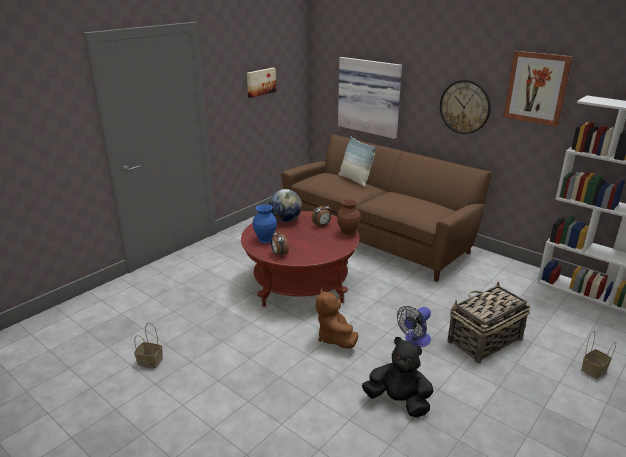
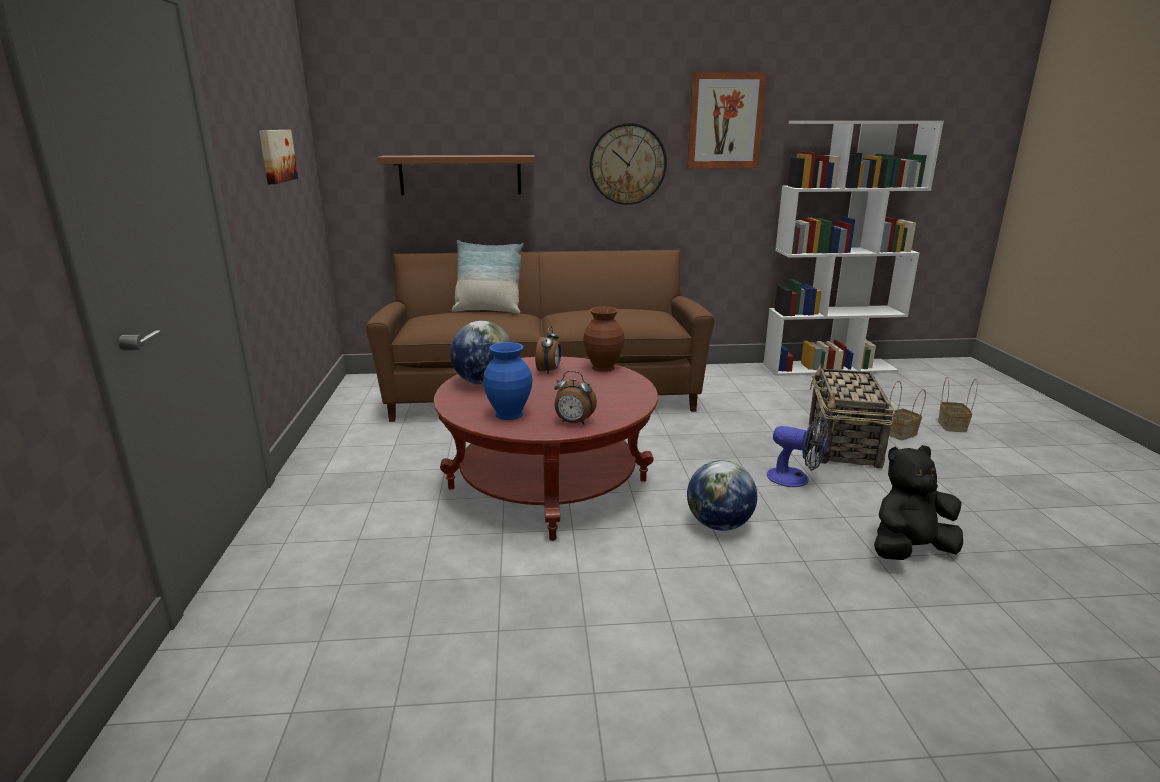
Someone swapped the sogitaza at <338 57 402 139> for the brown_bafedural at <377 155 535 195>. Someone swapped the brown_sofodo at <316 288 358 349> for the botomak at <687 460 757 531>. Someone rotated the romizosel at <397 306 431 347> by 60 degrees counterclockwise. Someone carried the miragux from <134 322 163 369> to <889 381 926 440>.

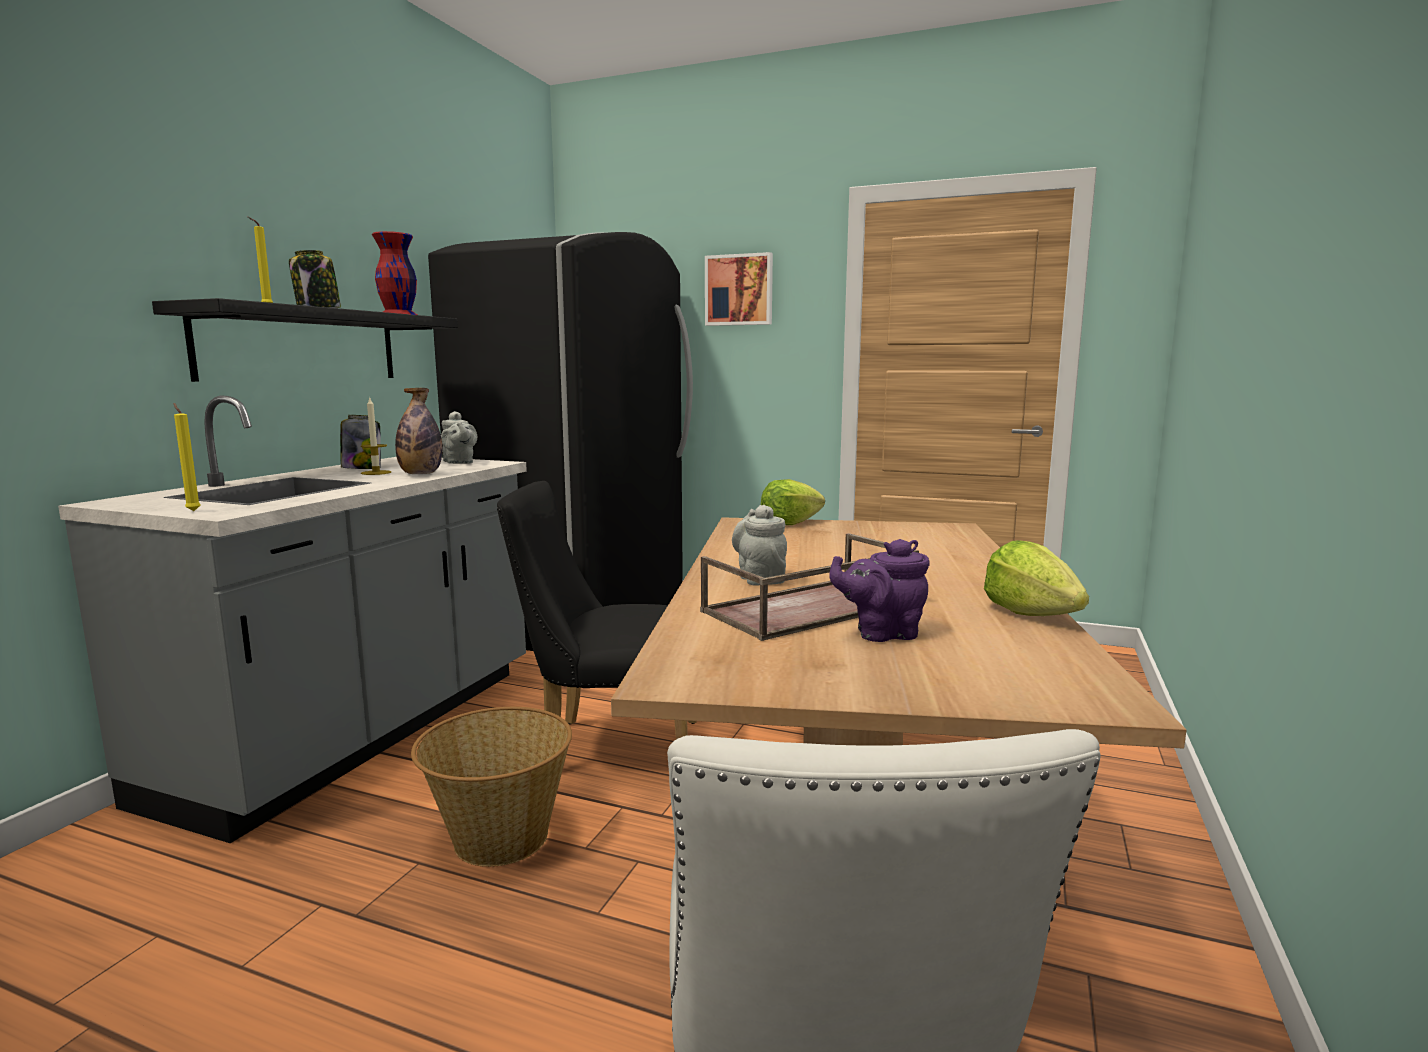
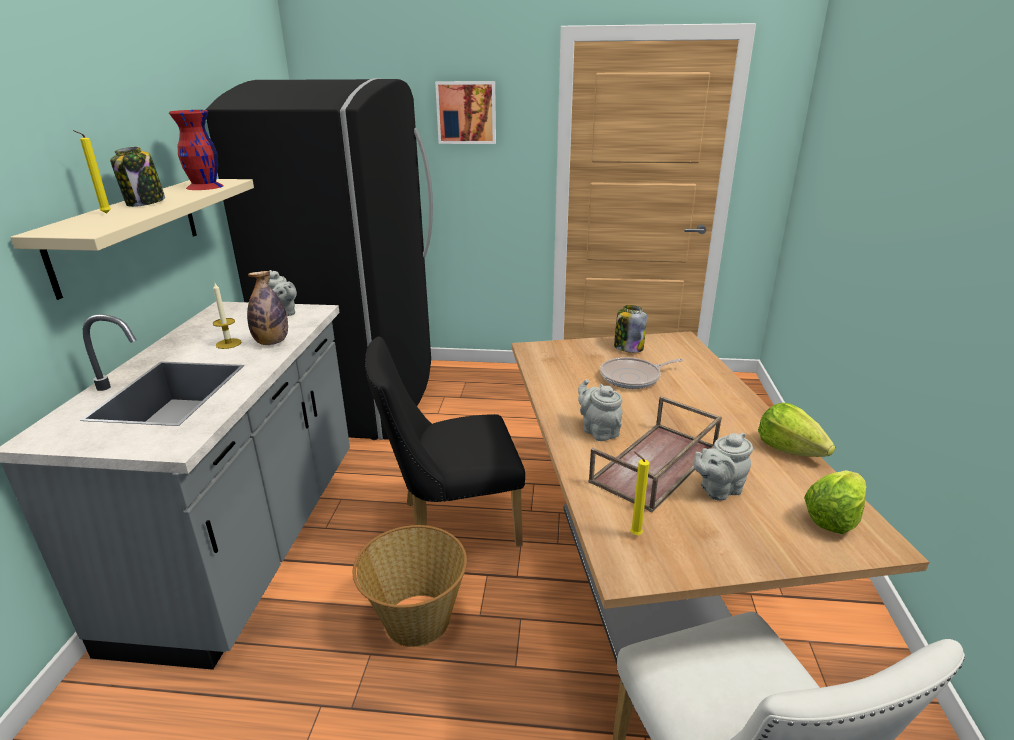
Someone repainted the black_bafedural at <152 298 458 382>, which became the beige_bafedural at <10 179 254 300>. Someone carried the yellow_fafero from <173 403 201 511> to <630 451 649 535>. Someone carried the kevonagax from <340 415 381 469> to <614 305 647 353>. Someone carried the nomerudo from <761 479 825 525> to <804 470 866 534>. Someone repainted the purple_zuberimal at <829 539 930 642>, which became the grey_zuberimal at <693 433 753 501>. Someone put down the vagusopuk at <600 357 683 389>.

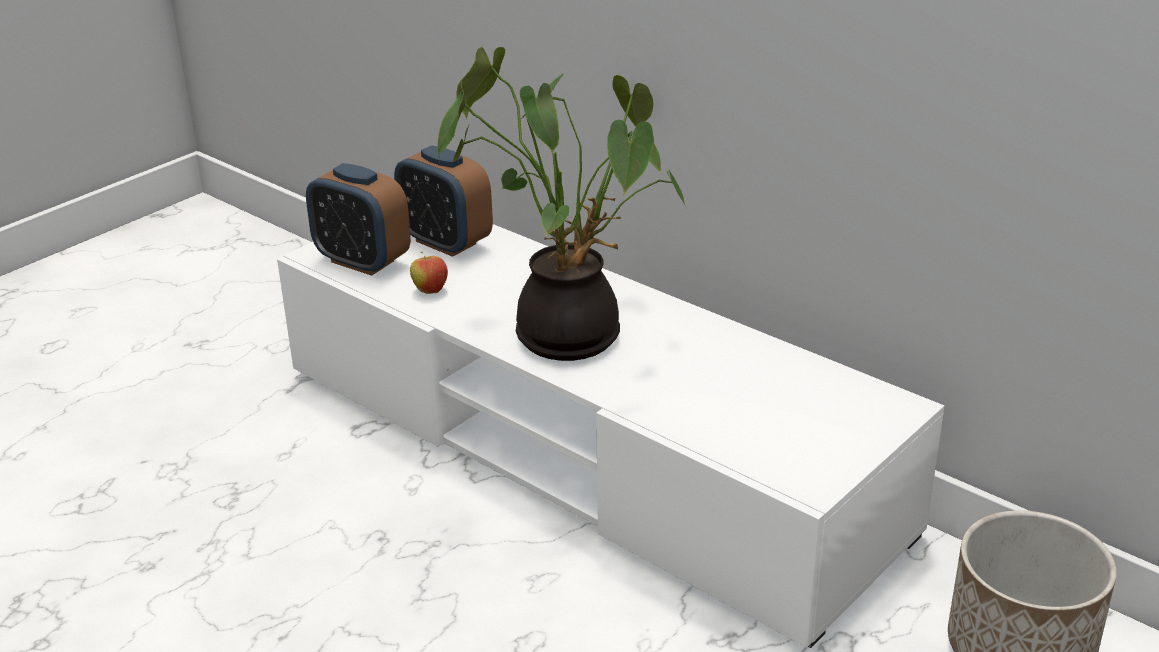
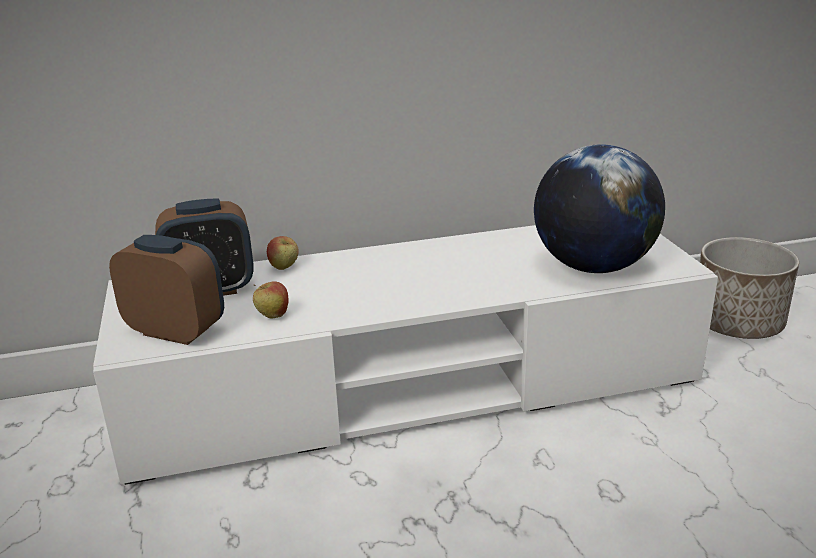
Someone took away the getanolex at <438 47 686 361>. Someone rotated the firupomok at <306 163 411 276> by 135 degrees counterclockwise. Someone put down the botomak at <534 144 665 273>. Someone put down the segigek at <267 236 299 270>.

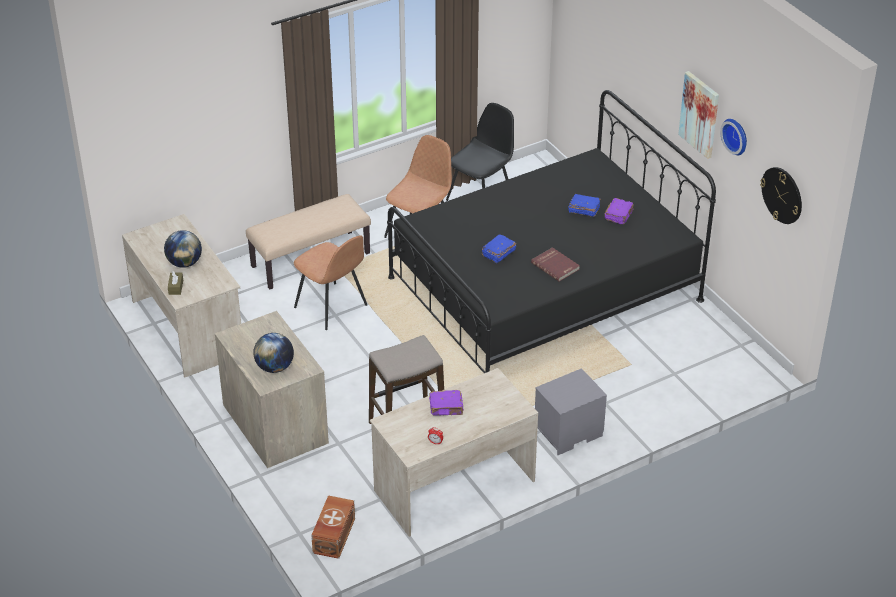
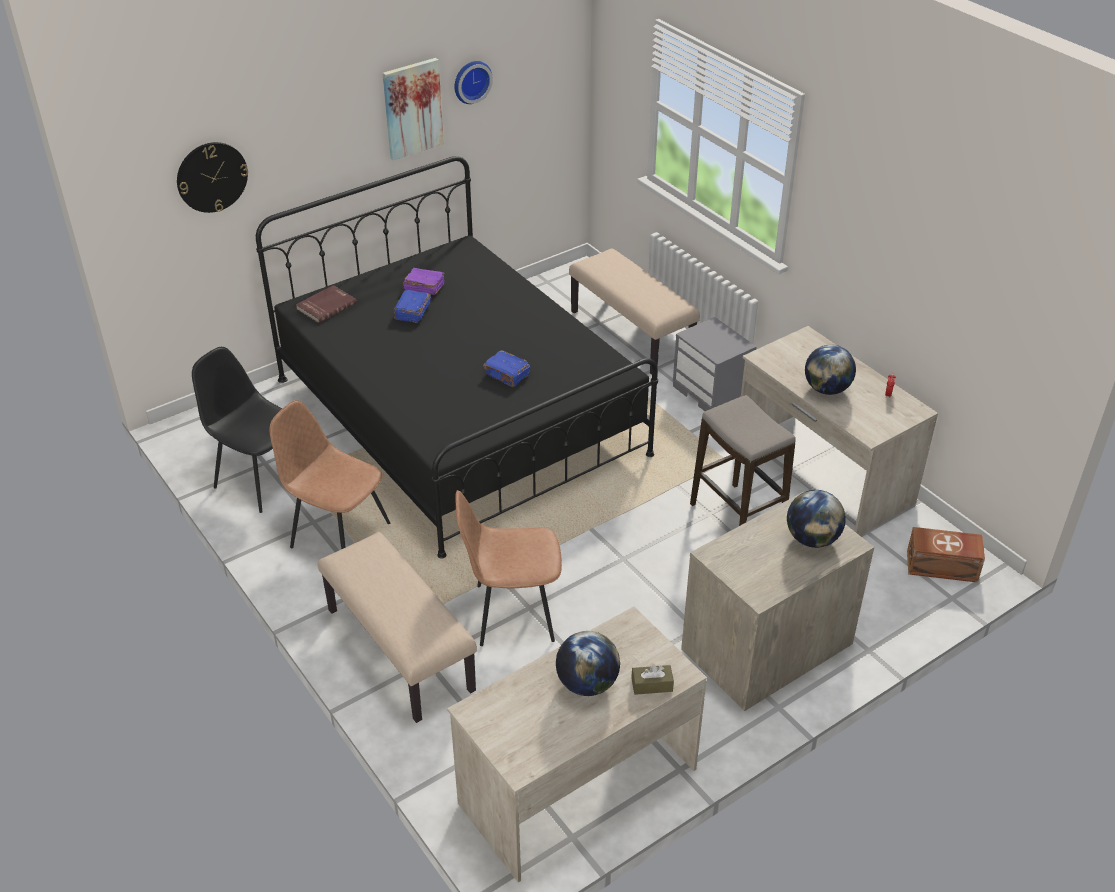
Someone carried the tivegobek from <760 167 802 224> to <177 142 248 213>. Someone rotated the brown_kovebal at <294 235 367 330> by 135 degrees counterclockwise. Someone carried the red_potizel from <531 247 580 281> to <296 285 357 323>. Someone swapped the purple_potizel at <429 390 464 416> for the botomak at <805 345 856 395>. Someone put down the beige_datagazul at <569 248 700 375>.

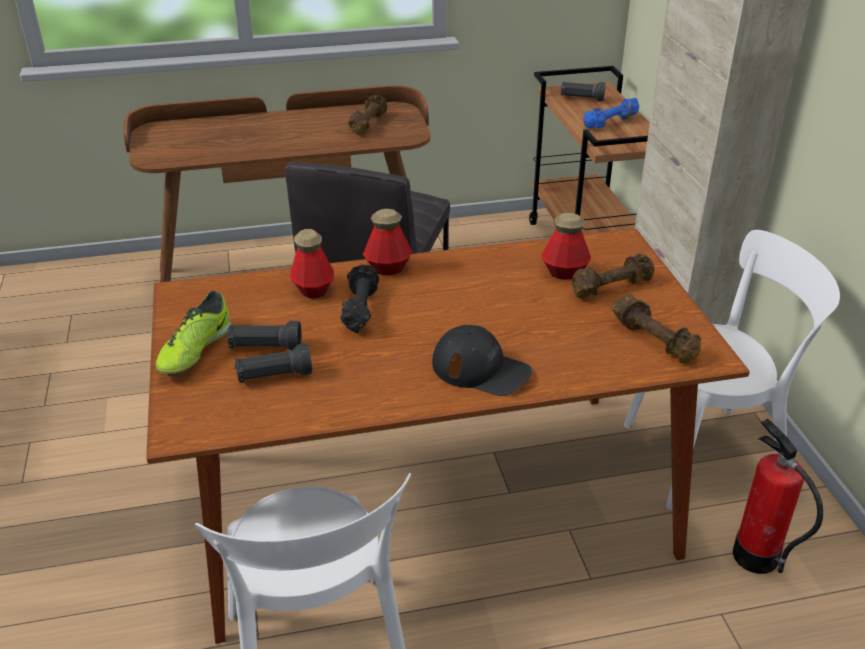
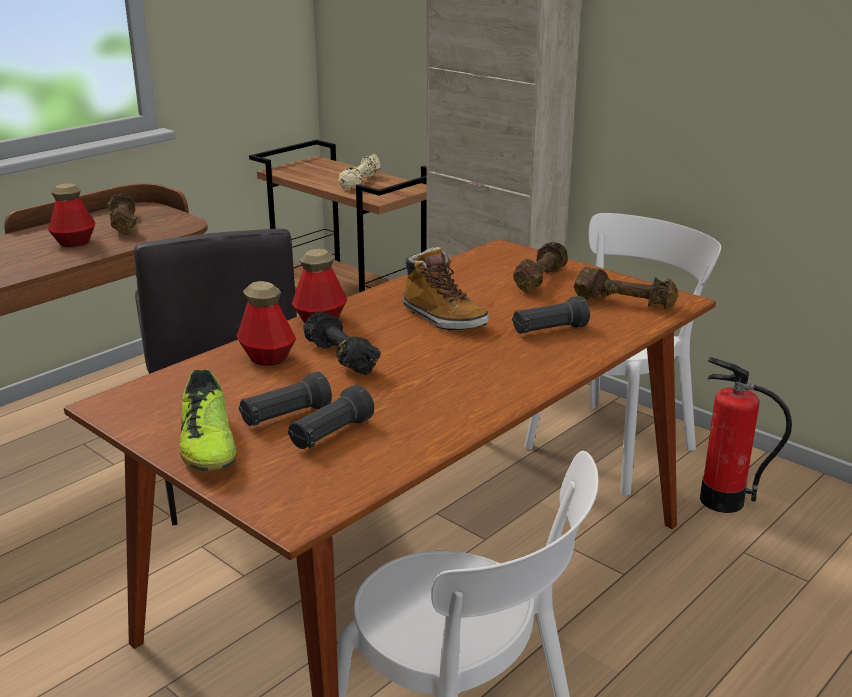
Someone carried the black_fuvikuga from <561 82 606 101> to <512 296 590 334>. Someone repainted the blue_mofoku at <583 98 640 128>, which became the beige_mofoku at <338 154 380 189>. Someone carried the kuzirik from <541 213 591 280> to <48 183 95 247>. Someone took away the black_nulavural at <432 325 532 396>. Someone put down the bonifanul at <403 247 489 331>.

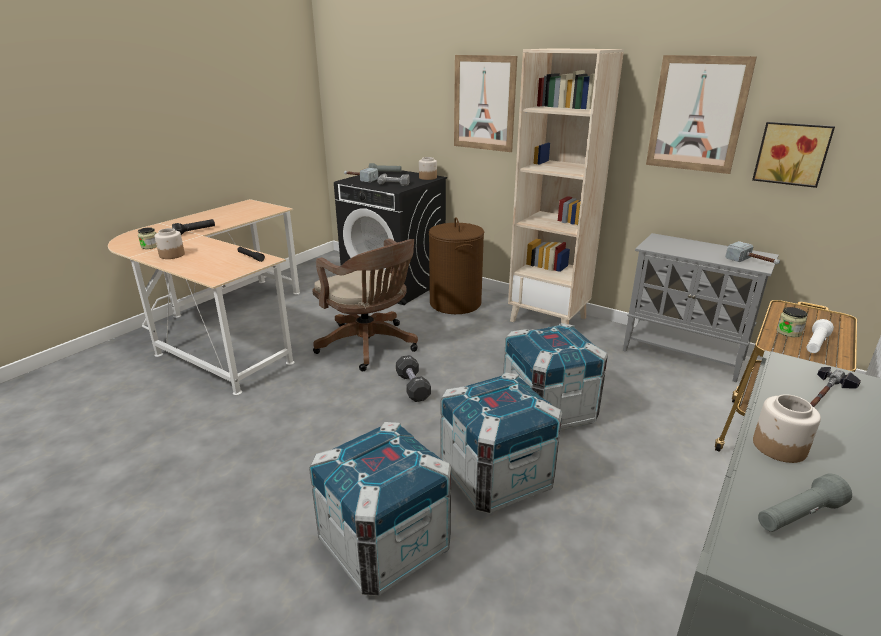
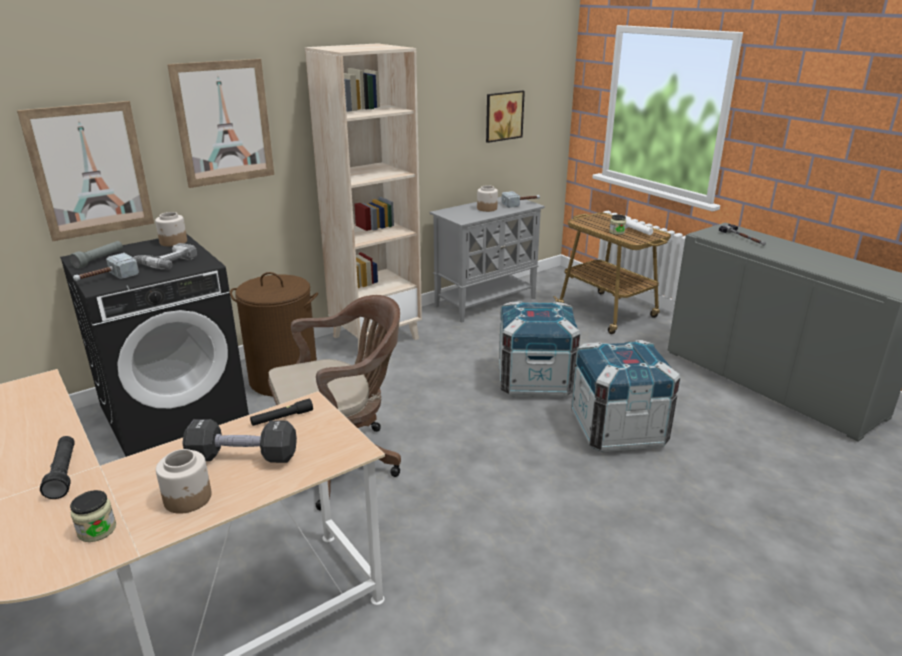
Someone carried the sogitaza from <646 55 757 174> to <17 101 154 241>. Someone carried the black_mofoku from <396 355 431 402> to <182 419 297 463>. Someone carried the kevonagax from <753 394 821 463> to <477 185 498 212>. Someone took away the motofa at <309 422 451 596>. Someone took away the grey_fuvikuga at <758 474 852 532>.

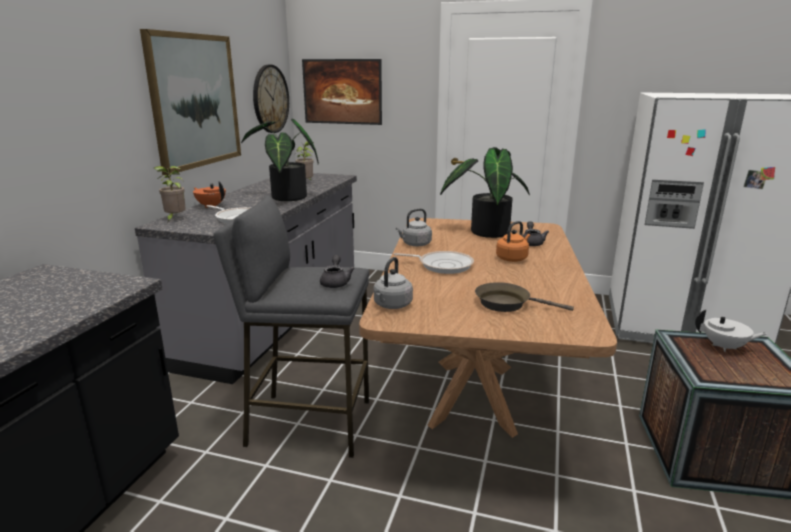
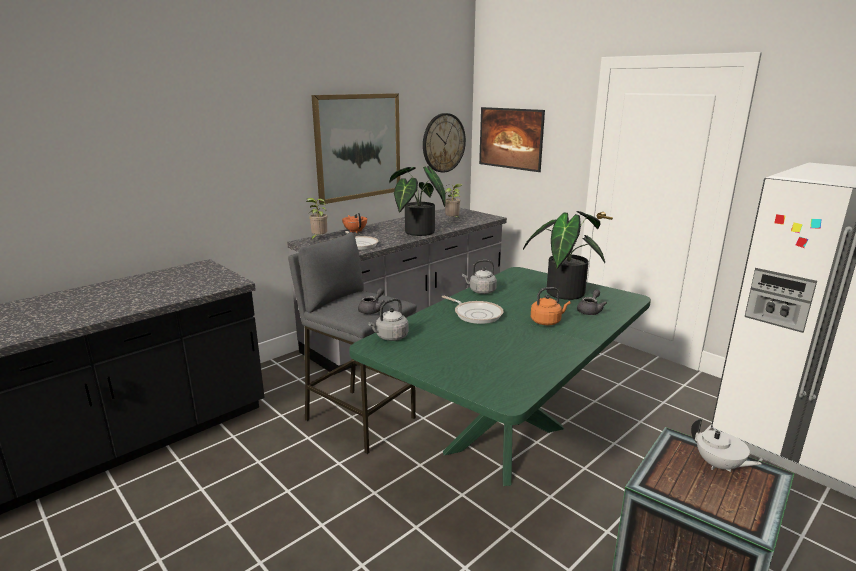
Someone repainted the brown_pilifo at <359 218 617 438>, which became the green_pilifo at <349 267 651 486>. Someone took away the brown_vagusopuk at <475 282 574 312>.

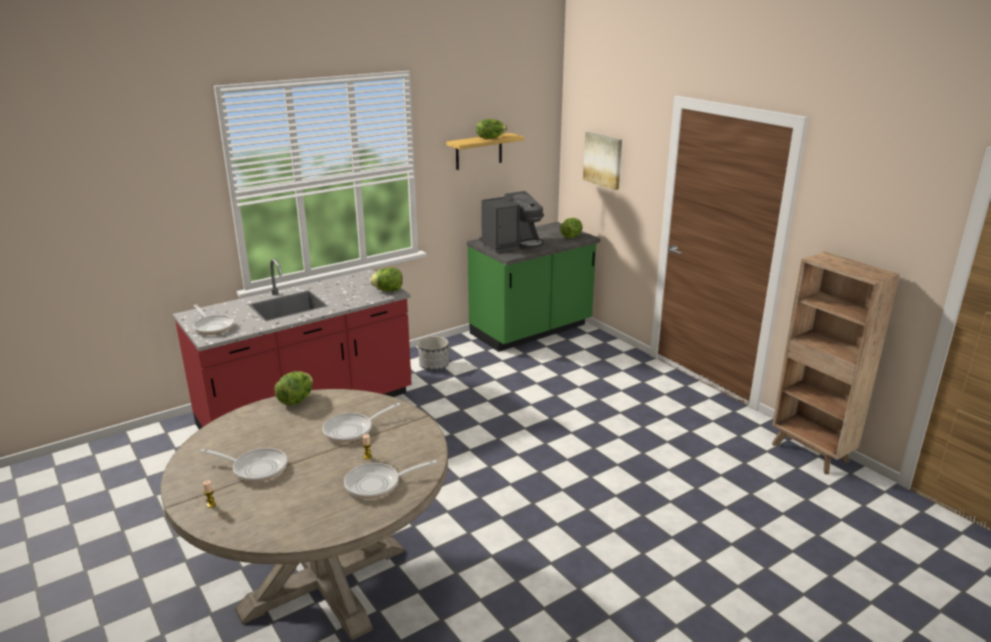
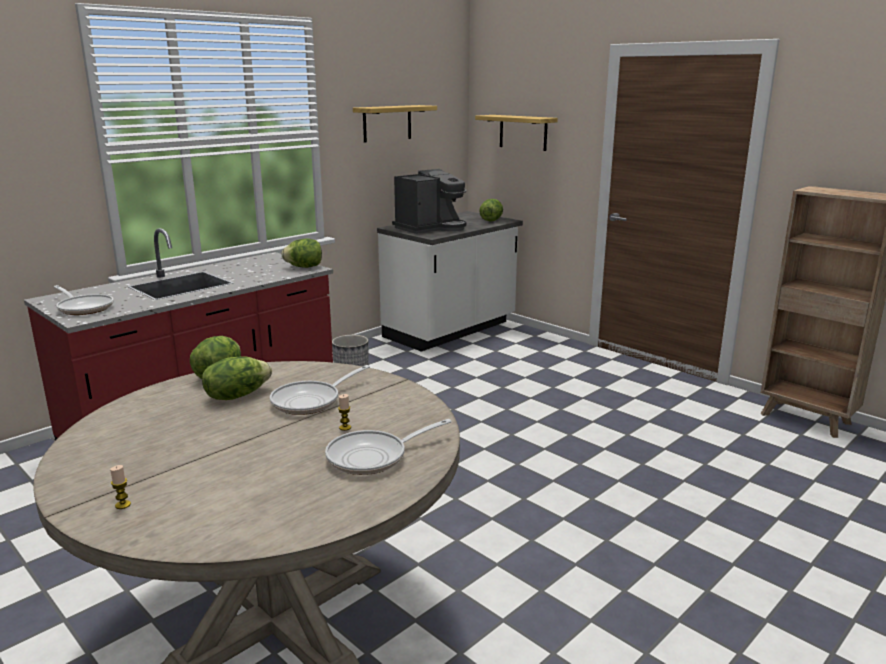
Someone carried the nomerudo from <476 119 507 139> to <202 356 272 400>. Someone swapped the sogitaza at <583 132 622 190> for the bafedural at <475 115 558 151>. Someone repainted the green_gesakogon at <467 222 600 352>, which became the white_gesakogon at <377 211 523 352>. Someone took away the vagusopuk at <200 448 287 482>.

